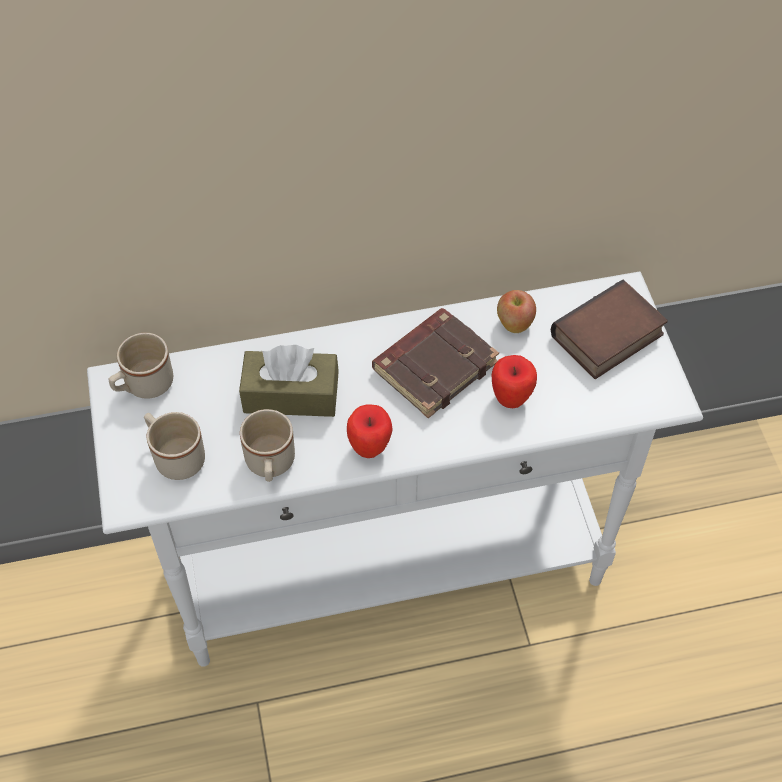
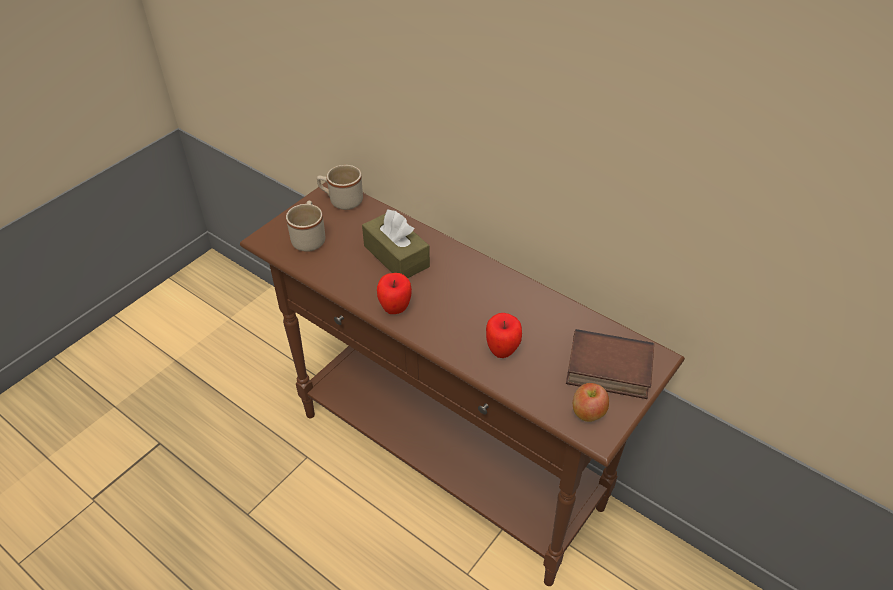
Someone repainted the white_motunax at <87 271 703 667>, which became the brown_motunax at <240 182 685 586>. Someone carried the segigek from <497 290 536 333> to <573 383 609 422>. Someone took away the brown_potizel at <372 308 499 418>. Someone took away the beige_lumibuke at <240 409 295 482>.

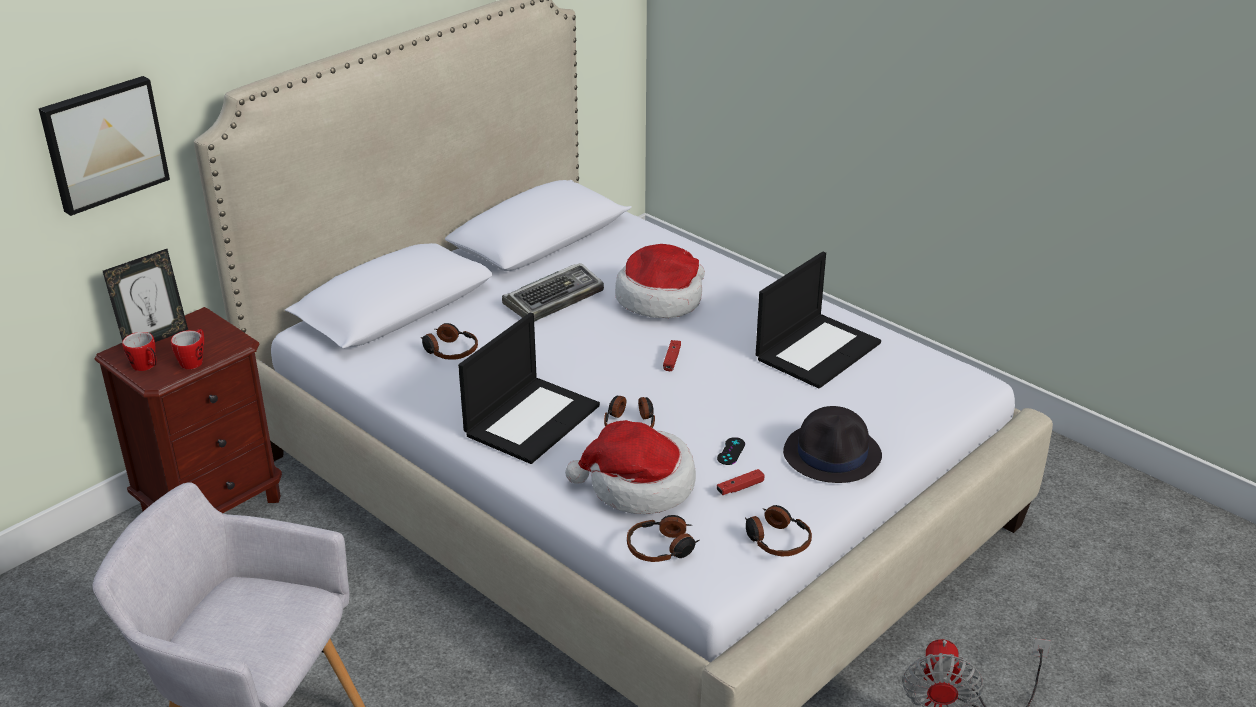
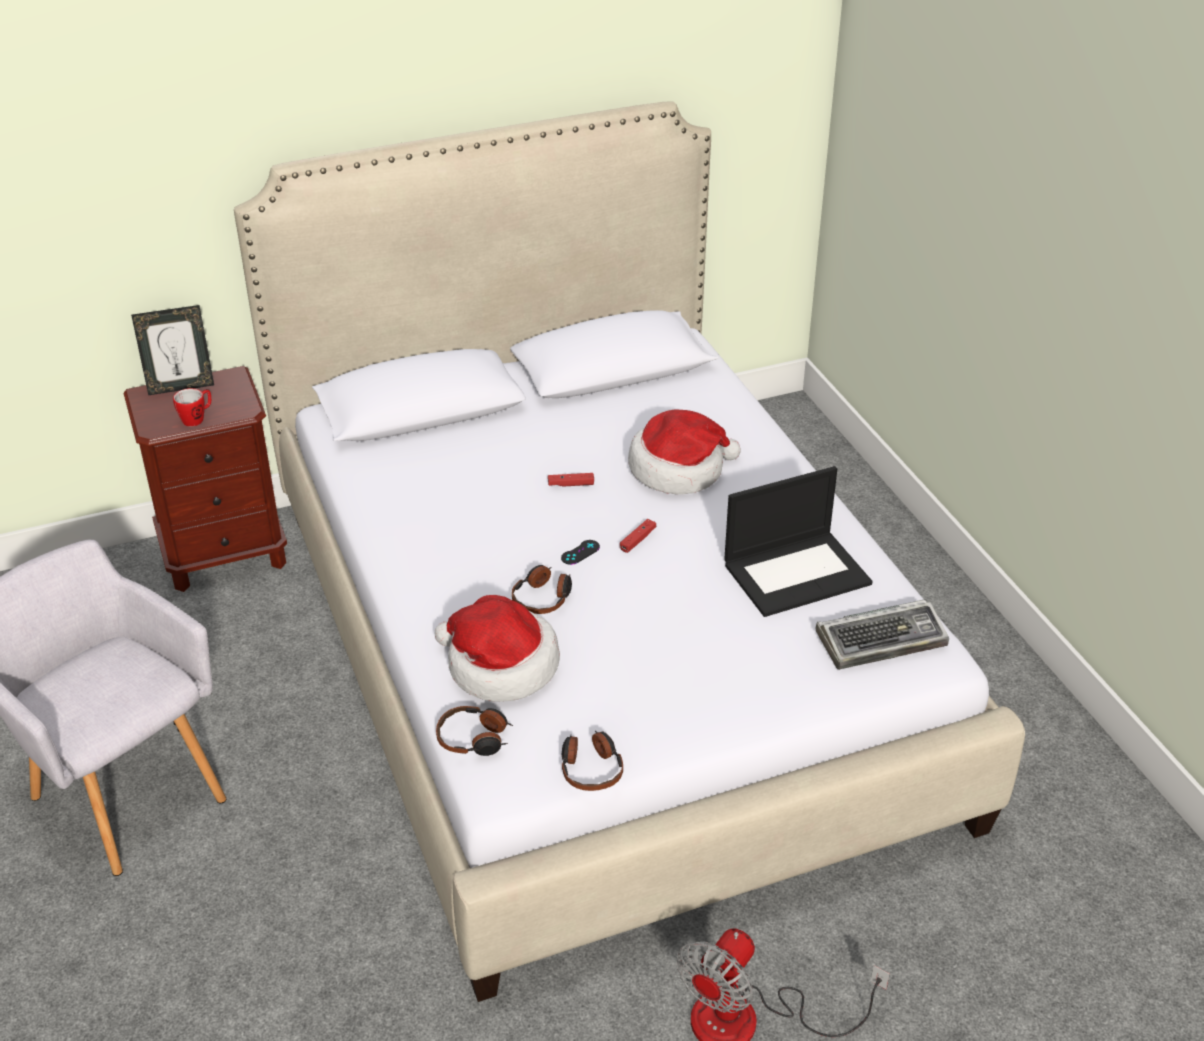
Someone took away the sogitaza at <39 76 170 216>. Someone carried the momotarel from <502 263 604 322> to <816 600 949 670>. Someone took away the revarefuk at <458 313 600 464>. Someone took away the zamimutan at <421 323 478 360>. Someone took away the lumibuke at <122 332 157 371>. Someone took away the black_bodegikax at <783 406 882 483>. Someone carried the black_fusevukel from <717 437 745 465> to <561 540 600 565>. Someone carried the red_fusevukel from <717 469 765 495> to <548 473 594 487>.

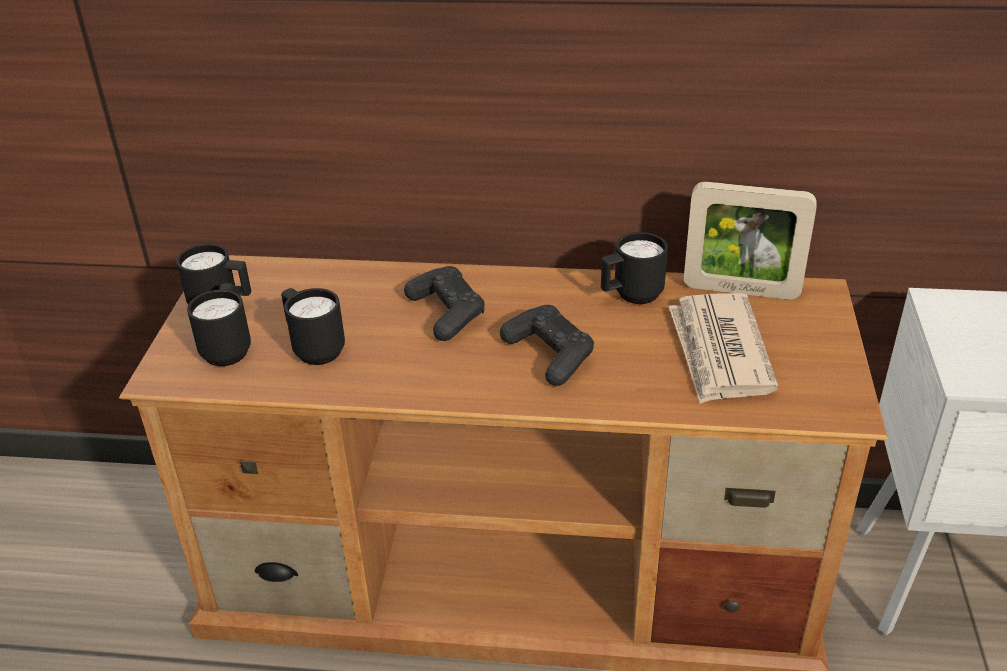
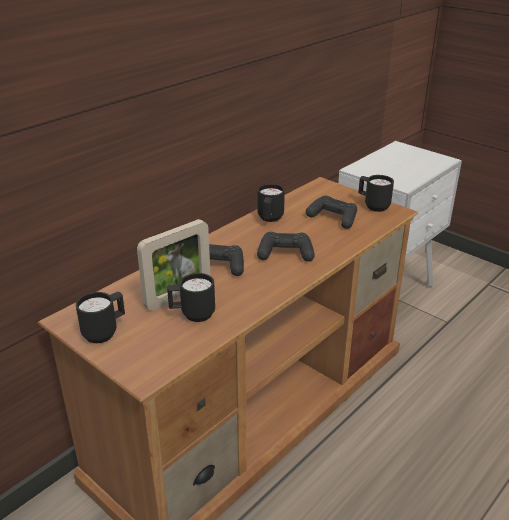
Someone carried the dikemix from <684 182 817 300> to <137 219 211 310>. Someone carried the black_lumibuke from <187 283 251 366> to <358 175 394 212>. Someone swapped the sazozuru at <668 293 779 404> for the black_fusevukel at <306 196 357 229>.

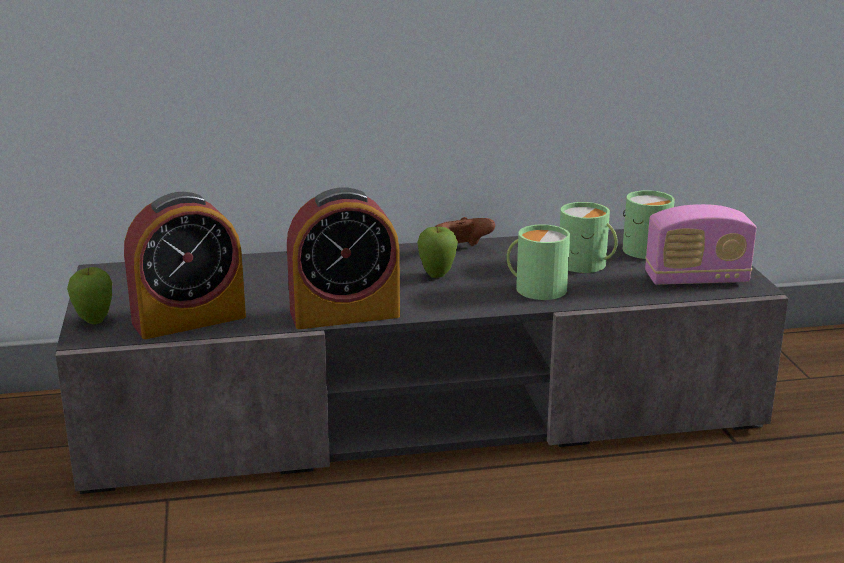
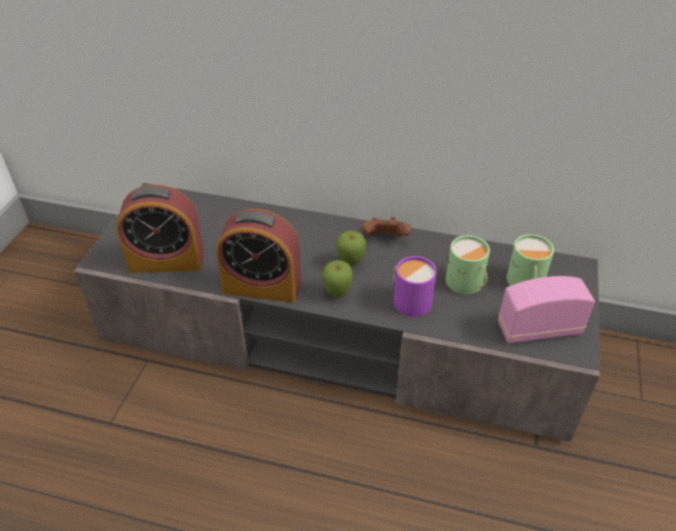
Someone rotated the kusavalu at <645 204 757 285> by 150 degrees clockwise. Someone repainted the green_lumibuke at <507 225 570 300>, which became the purple_lumibuke at <393 256 437 317>. Someone carried the segigek from <67 267 112 324> to <322 260 353 298>.

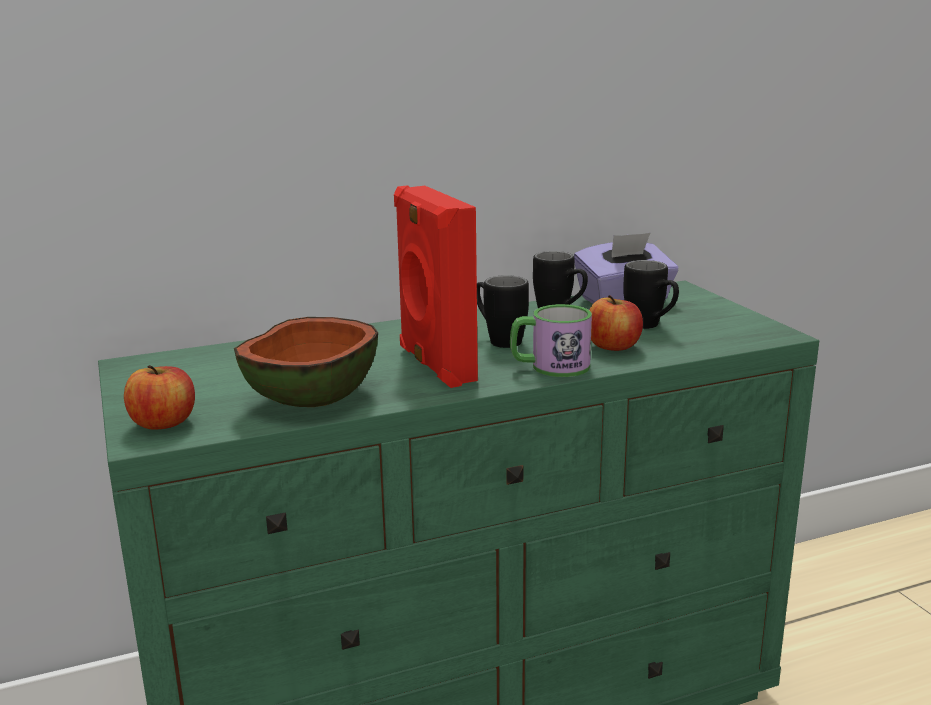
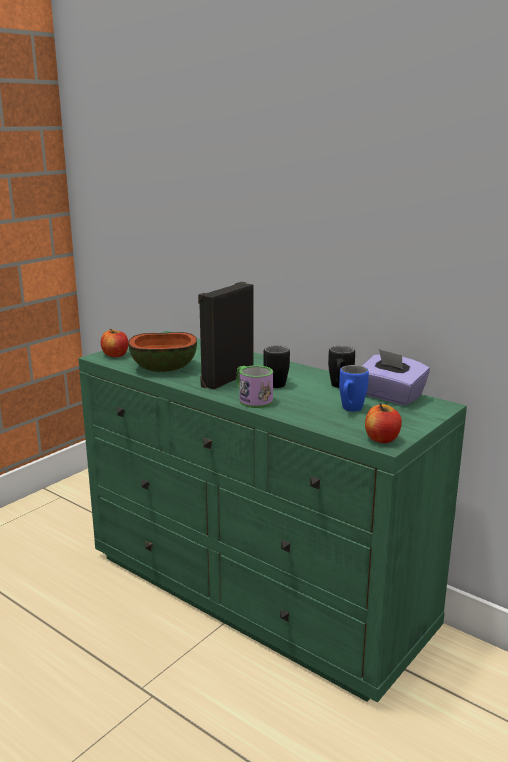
Someone repainted the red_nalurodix at <394 185 478 388>, which became the black_nalurodix at <198 282 254 389>. Someone repainted the black_lumibuke at <623 260 679 329>, which became the blue_lumibuke at <339 365 369 411>. Someone carried the segigek from <589 295 643 351> to <365 403 402 443>.

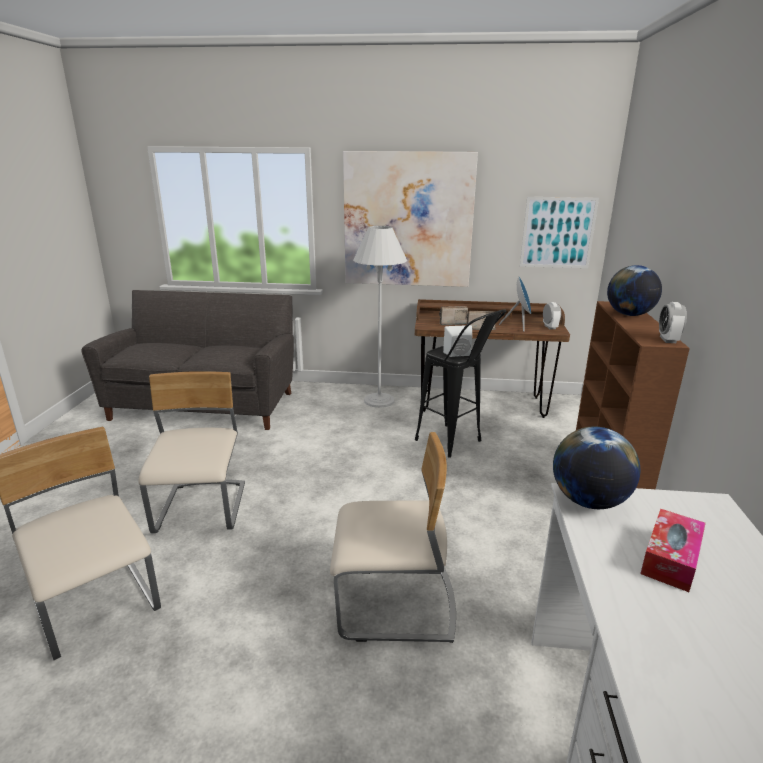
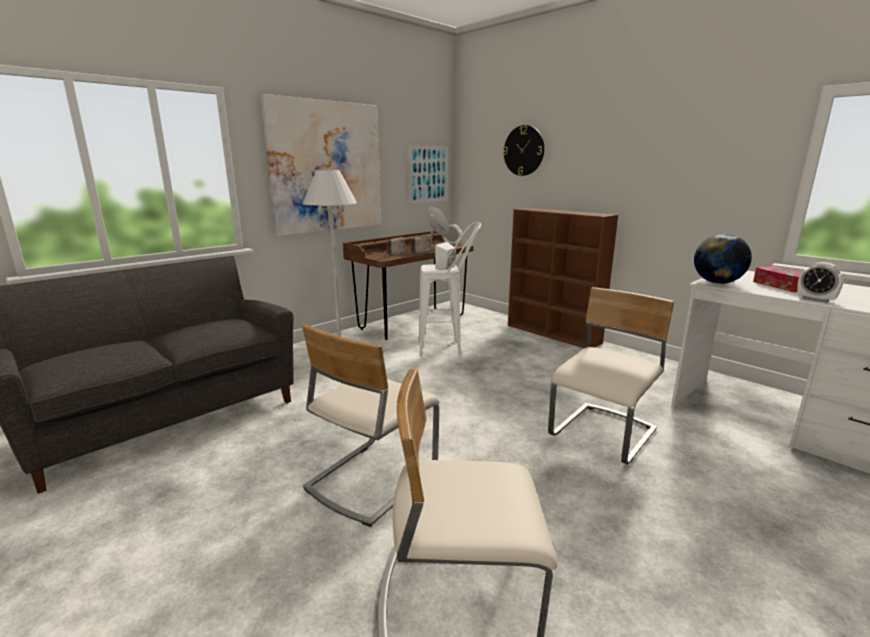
Someone took away the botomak at <607 265 662 316>. Someone carried the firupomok from <659 302 687 343> to <797 262 844 303>. Someone repainted the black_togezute at <415 309 506 458>, which became the white_togezute at <418 222 481 357>. Someone rotated the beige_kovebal at <138 371 245 533> by 90 degrees counterclockwise. Someone put up the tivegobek at <503 125 544 176>.

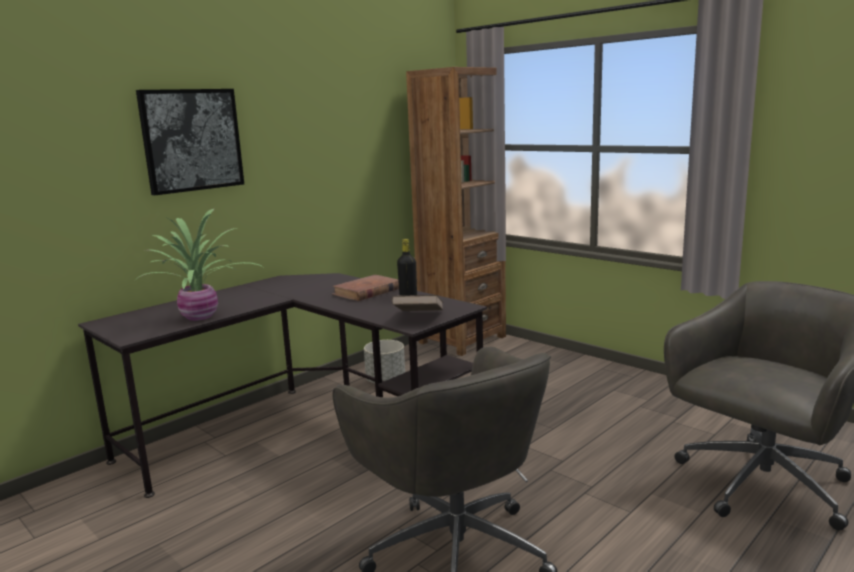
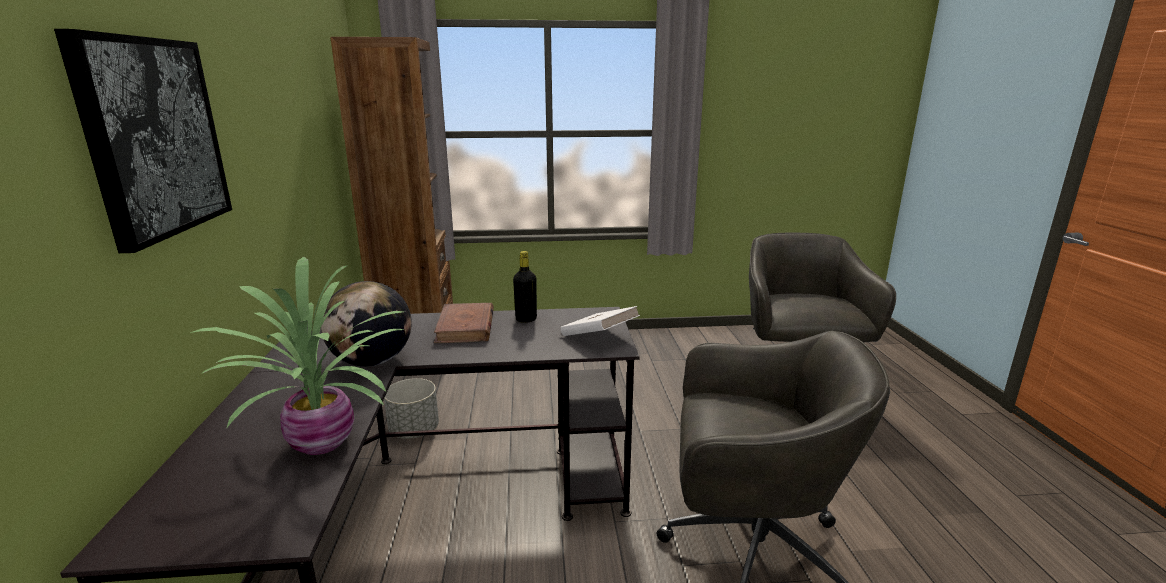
Someone repainted the brown_potizel at <392 295 443 311>, which became the white_potizel at <561 306 640 336>. Someone put down the botomak at <321 281 412 366>.

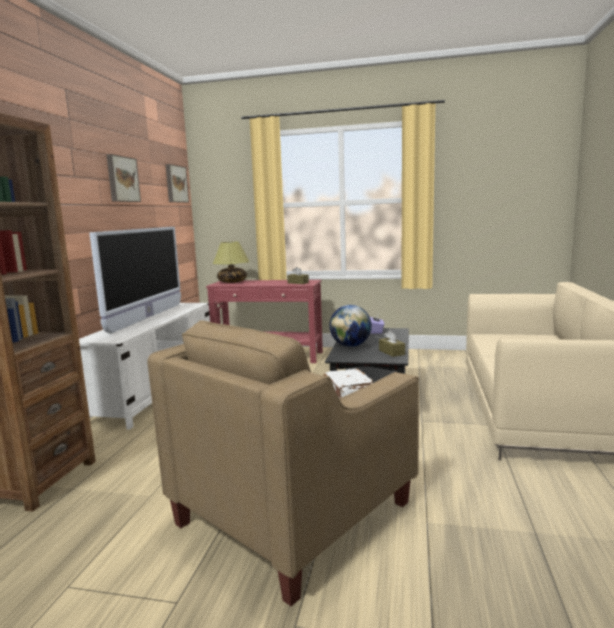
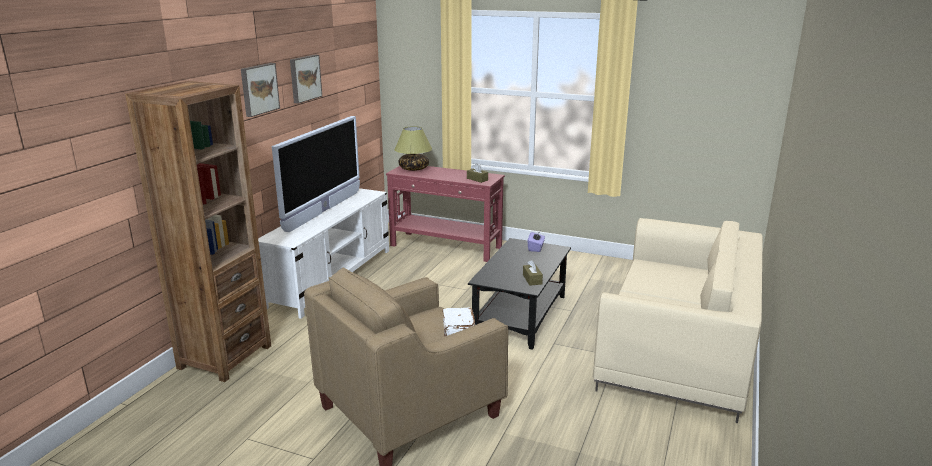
Someone carried the sogitaza from <165 164 189 203> to <241 63 280 117>. Someone took away the botomak at <329 305 372 347>.

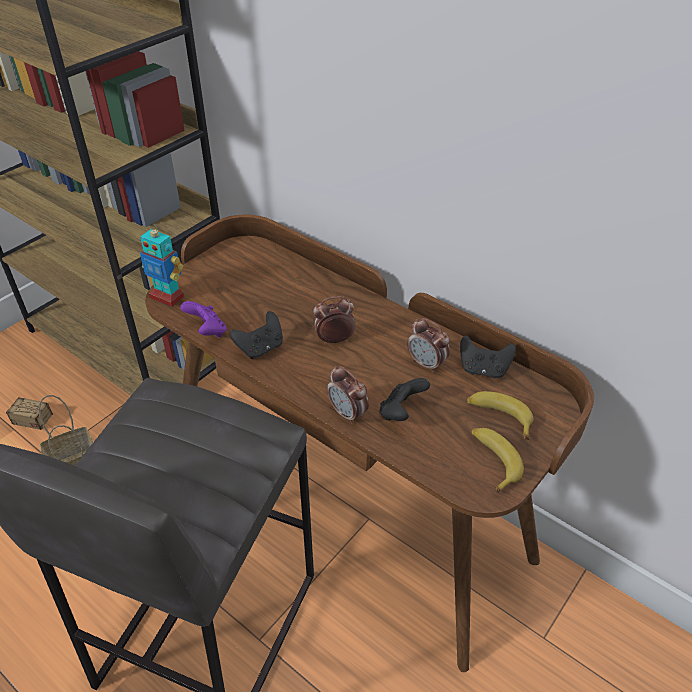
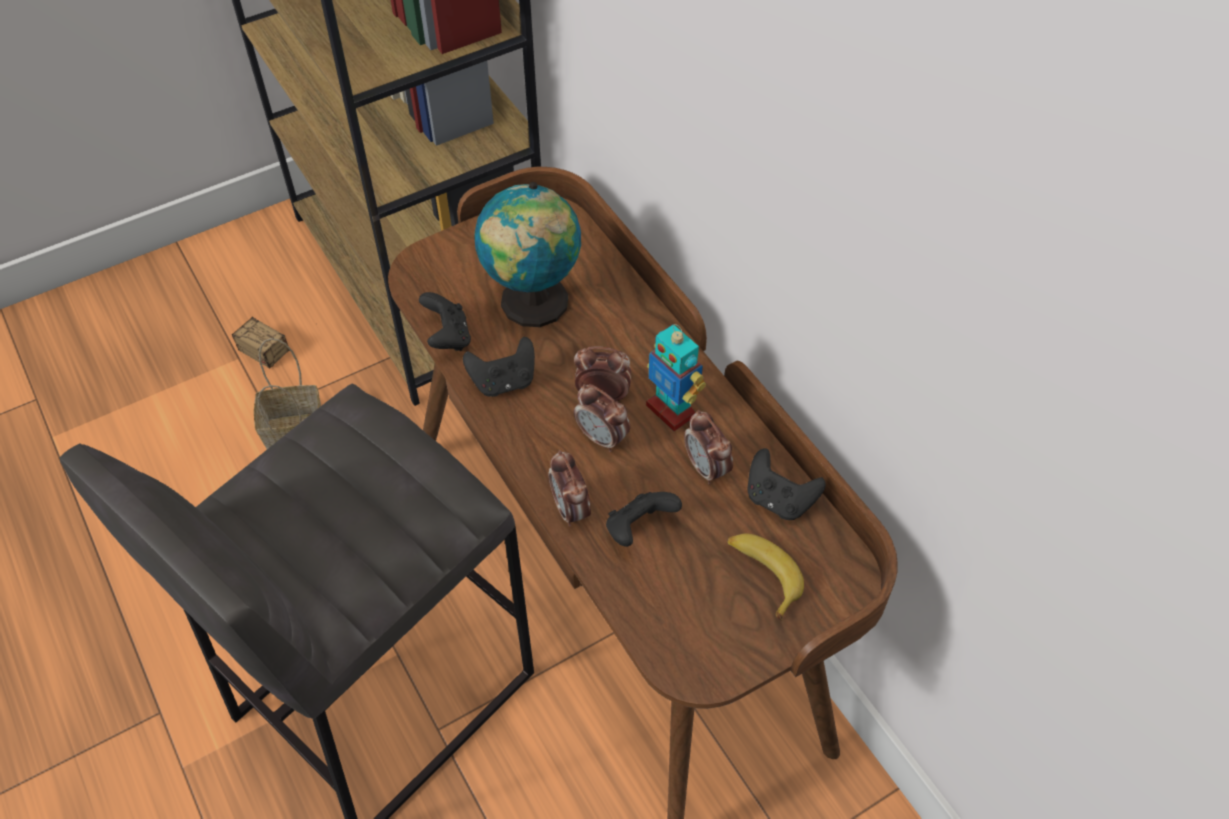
Someone carried the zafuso from <140 223 184 307> to <646 324 706 431>. Someone repainted the purple_fusevukel at <180 301 227 337>, which became the black_fusevukel at <419 292 471 351>. Someone took away the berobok at <471 428 524 494>. Someone put down the botomak at <474 182 581 327>. Someone put down the firupomok at <574 384 630 452>.

